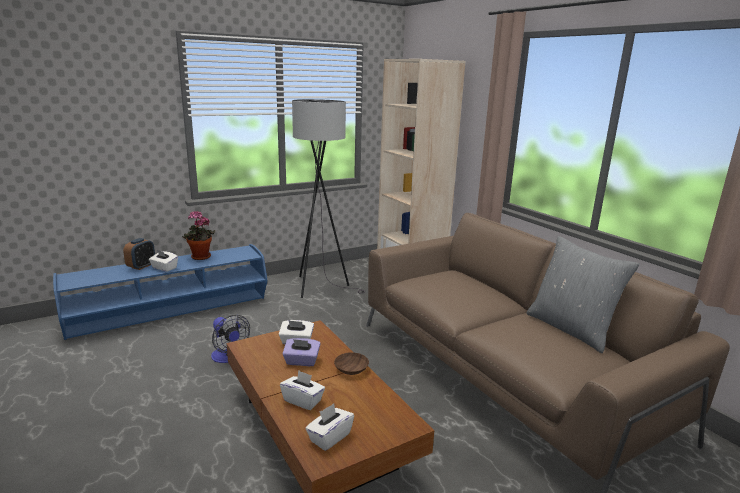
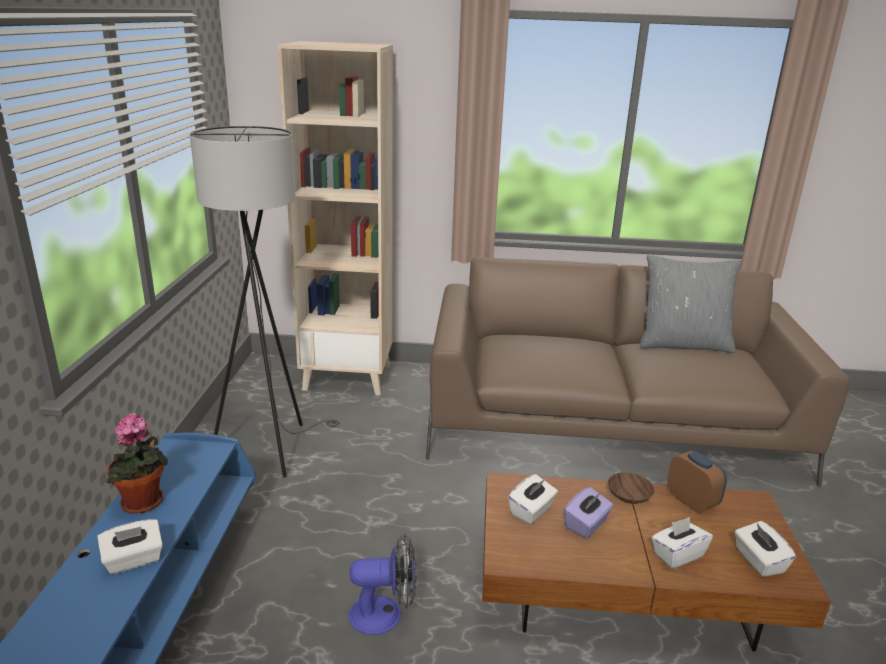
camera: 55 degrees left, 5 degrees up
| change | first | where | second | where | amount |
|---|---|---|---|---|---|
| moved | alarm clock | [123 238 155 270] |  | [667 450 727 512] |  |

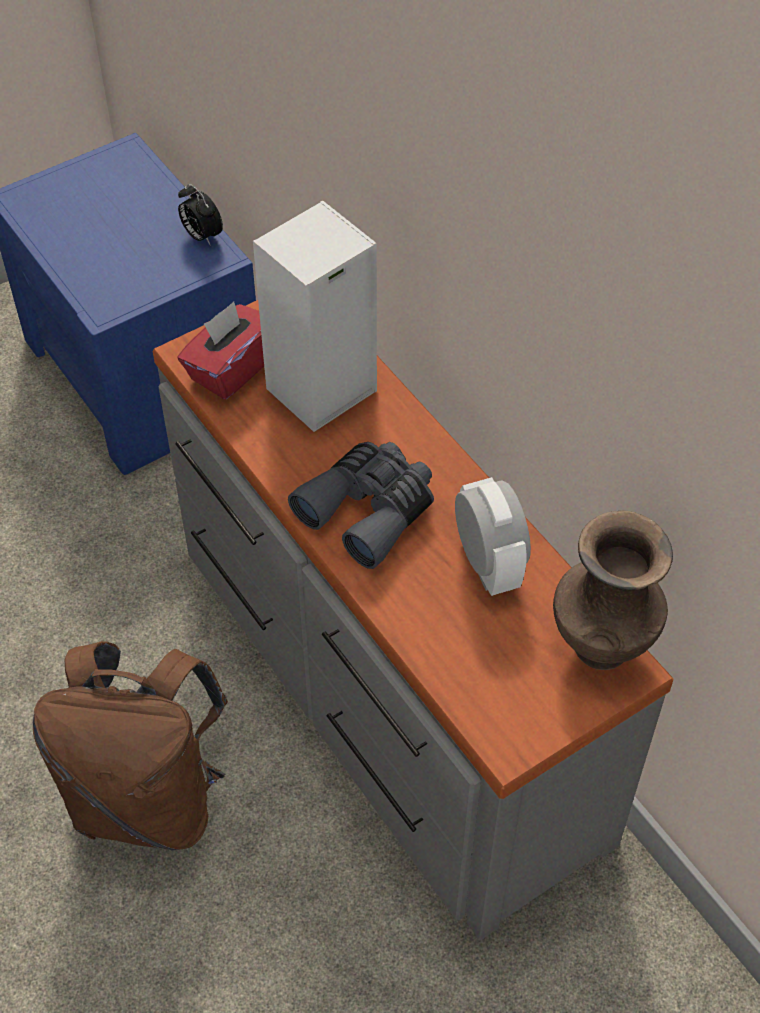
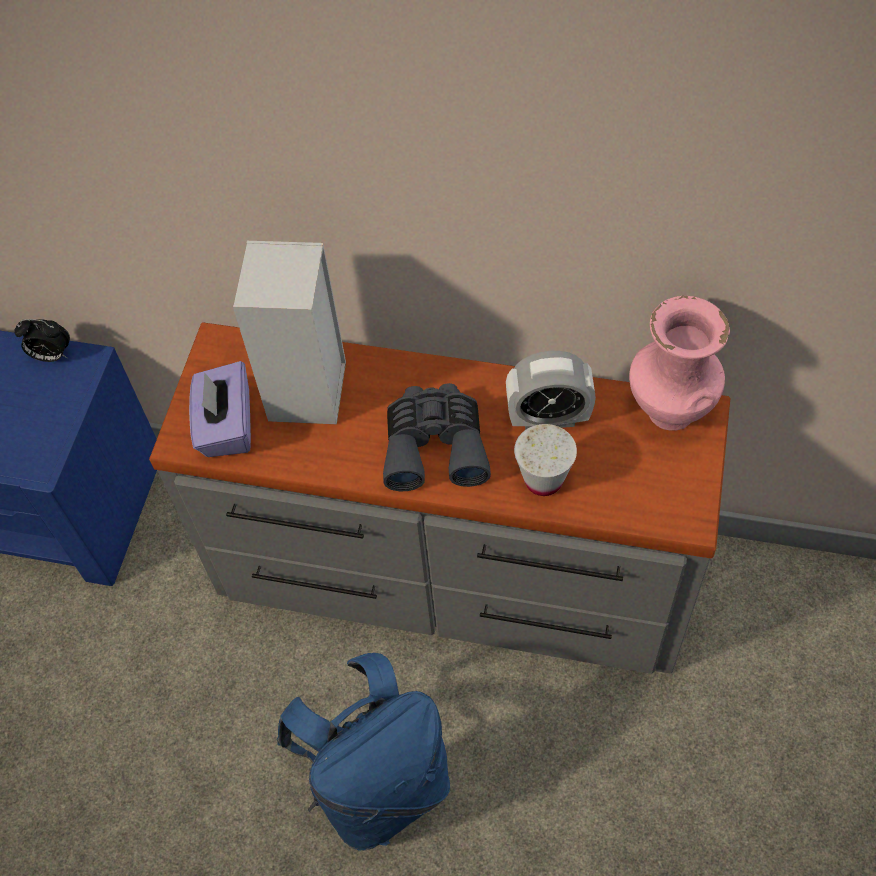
camera: 40 degrees left, 5 degrees up
| change | first | where | second | where | amount |
|---|---|---|---|---|---|
| added |  |  | white cup | [514 424 577 496] |  |
| recoloured | brown backpack | [33 641 228 850] | blue backpack | [276 653 450 850] |  |
| recoloured | red tissue box | [177 301 264 400] | purple tissue box | [189 361 251 457] |  |
| recoloured | brown vase | [553 510 673 670] | pink vase | [629 295 730 431] |  |
| turned | alarm clock | [455 477 531 596] |  | [506 351 596 430] | 150 degrees clockwise |

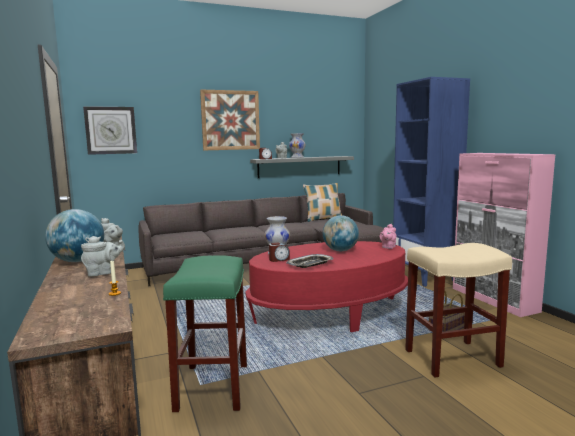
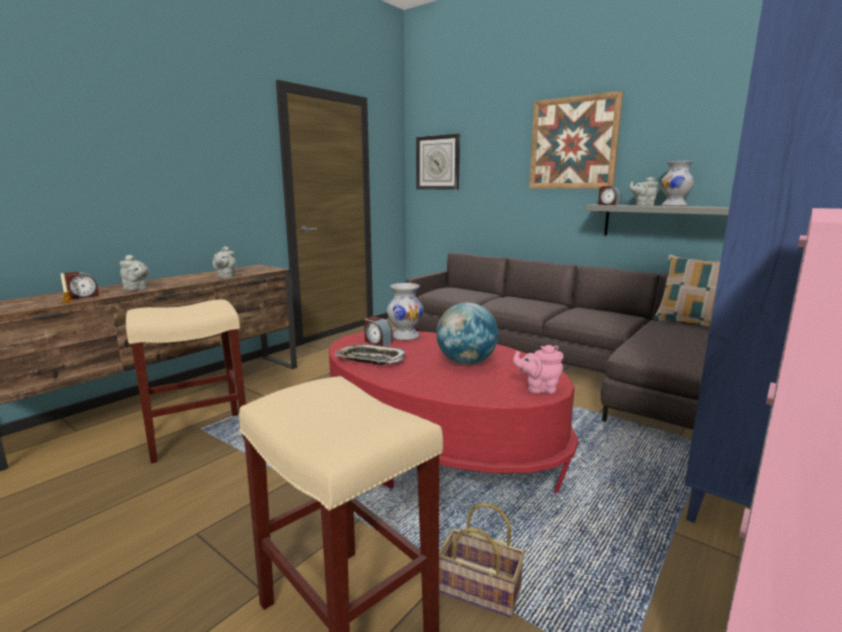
camera: 60 degrees right, 5 degrees up
| change | first | where | second | where | amount |
|---|---|---|---|---|---|
| removed | globe | [45 209 104 262] |  |  |  |
| added |  |  | alarm clock | [64 272 99 299] |  |
| recoloured | green stool | [163 255 247 412] | beige stool | [126 300 246 463] |  |

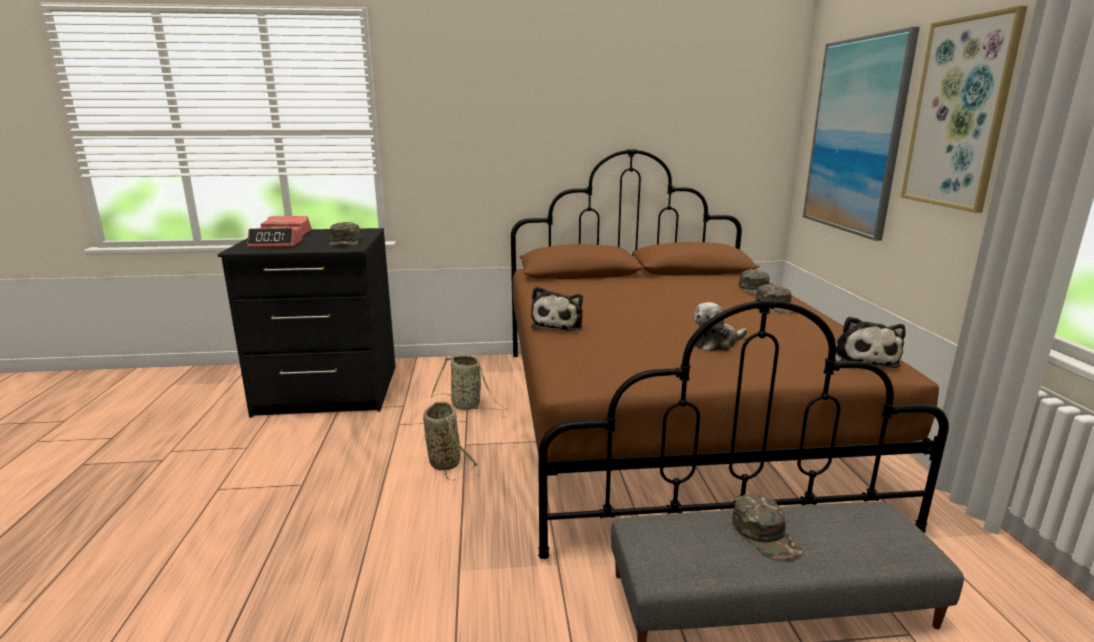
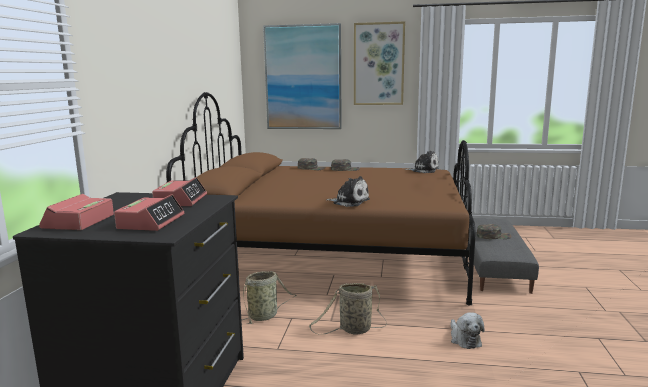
camera: 75 degrees left, 5 degrees down
| change | first | where | second | where | amount |
|---|---|---|---|---|---|
| moved | plush toy | [694 302 747 352] |  | [451 312 485 349] |  |
| replaced | green cap | [329 222 361 246] | alarm clock | [152 177 207 206] |  |

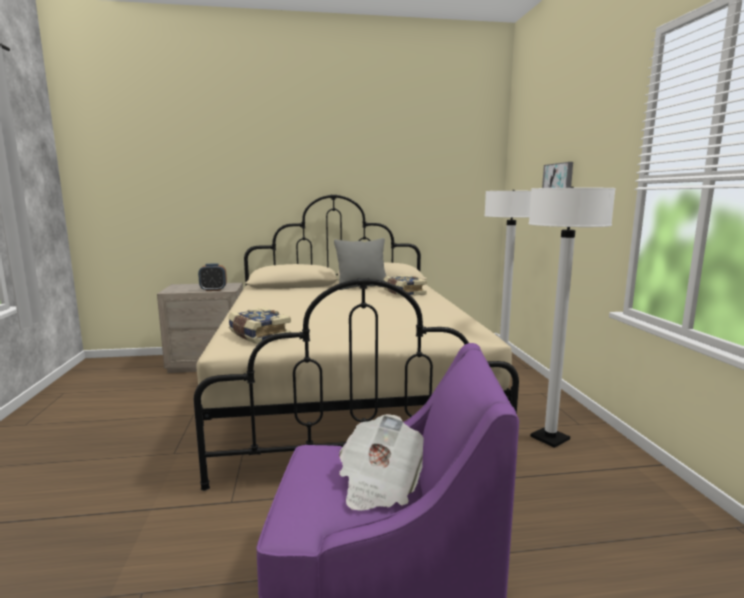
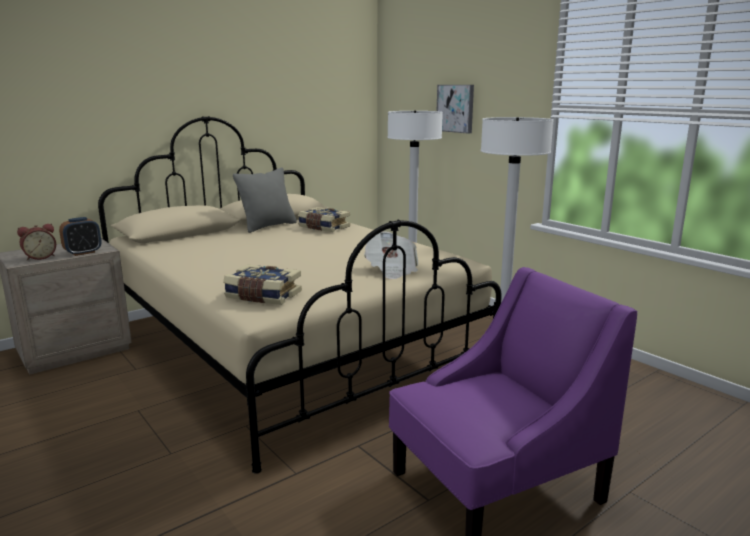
camera: 30 degrees left, 5 degrees up
| change | first | where | second | where | amount |
|---|---|---|---|---|---|
| added |  |  | alarm clock | [17 224 56 261] |  |
| moved | newspaper | [339 414 424 511] |  | [364 231 418 279] |  |

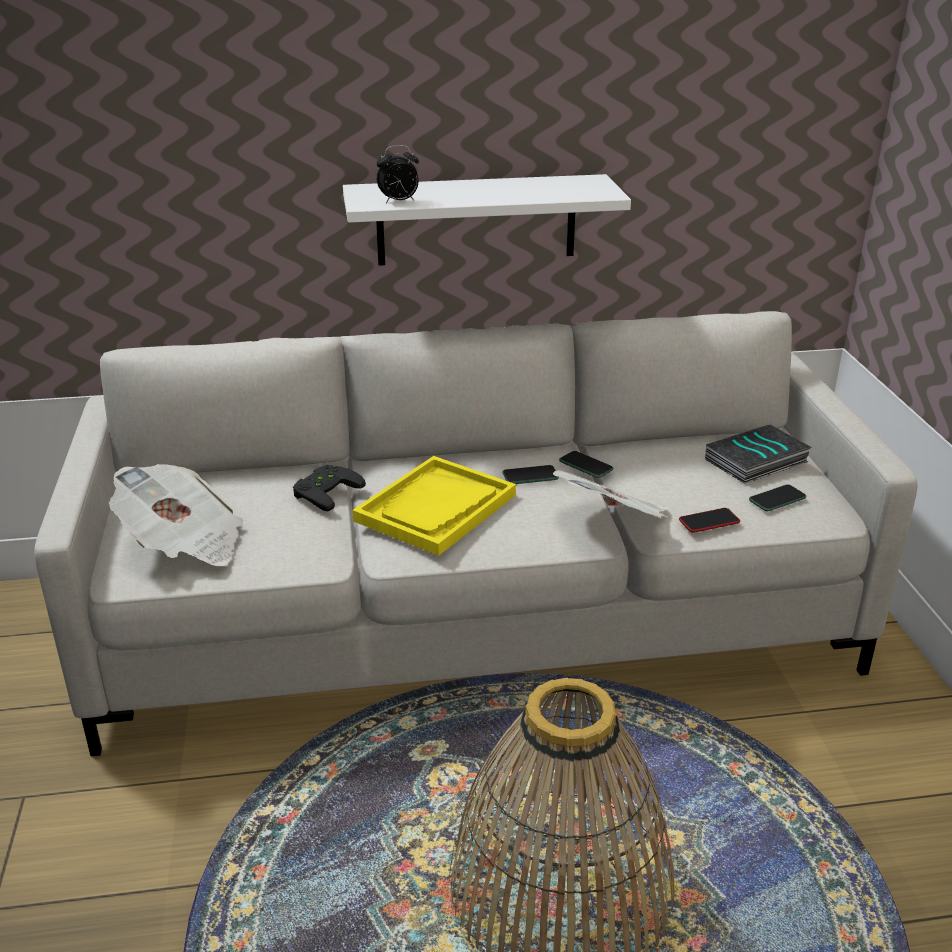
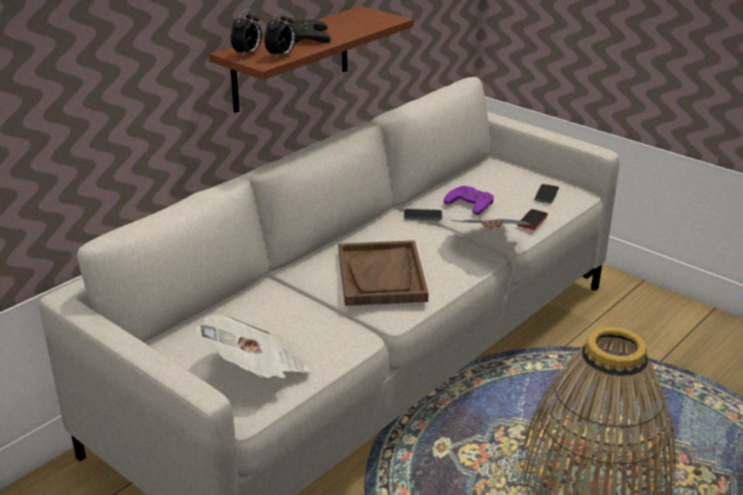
camera: 40 degrees left, 0 degrees up
| change | first | where | second | where | amount |
|---|---|---|---|---|---|
| removed | phone | [502 465 559 484] |  |  |  |
| removed | book | [705 424 812 484] |  |  |  |
| added |  |  | alarm clock | [231 9 262 57] |  |
| added |  |  | purple game controller | [444 186 494 215] |  |
| moved | black game controller | [293 465 366 512] |  | [288 20 331 43] |  |
| recoloured | white shelf | [343 174 631 266] | brown shelf | [209 6 413 113] |  |
| recoloured | yellow tray | [353 456 516 556] | brown tray | [338 240 429 306] |  |

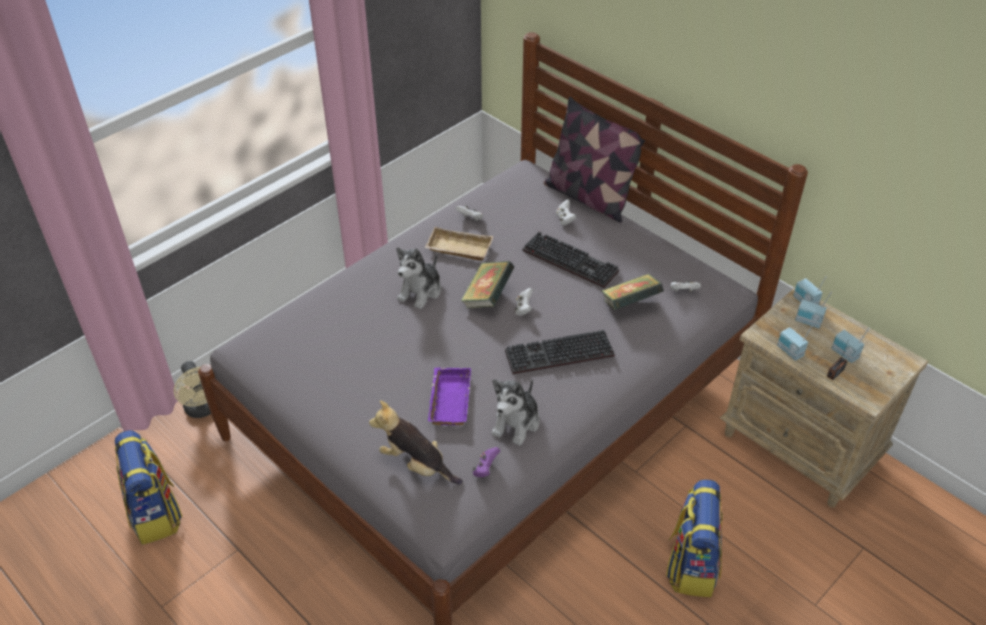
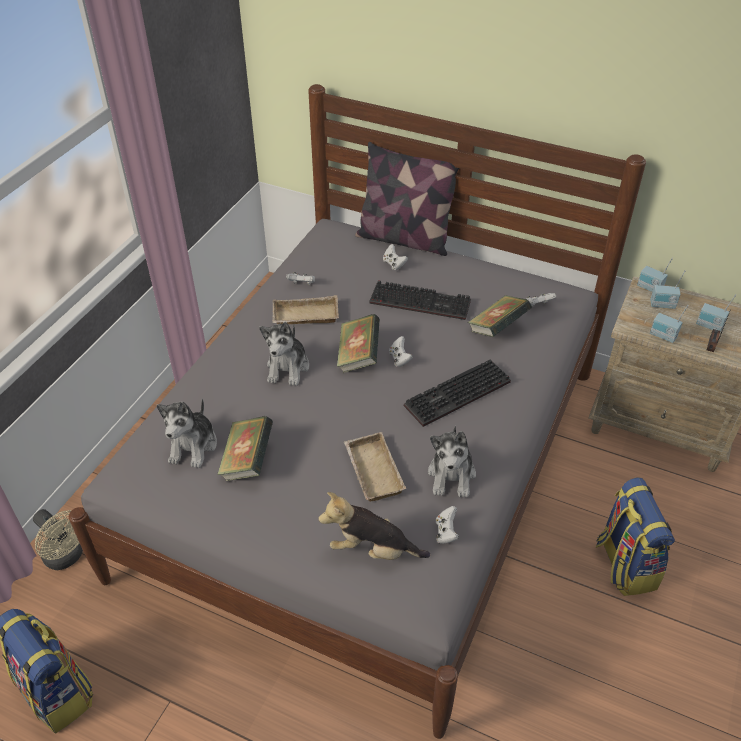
camera: 20 degrees left, 0 degrees up
| change | first | where | second | where | amount |
|---|---|---|---|---|---|
| added |  |  | plush toy | [157 399 217 468] |  |
| added |  |  | book | [217 416 273 481] |  |
| recoloured | purple tray | [428 368 471 425] | beige tray | [344 432 406 502] |  |
| recoloured | purple game controller | [472 447 500 477] | white game controller | [436 506 459 544] |  |

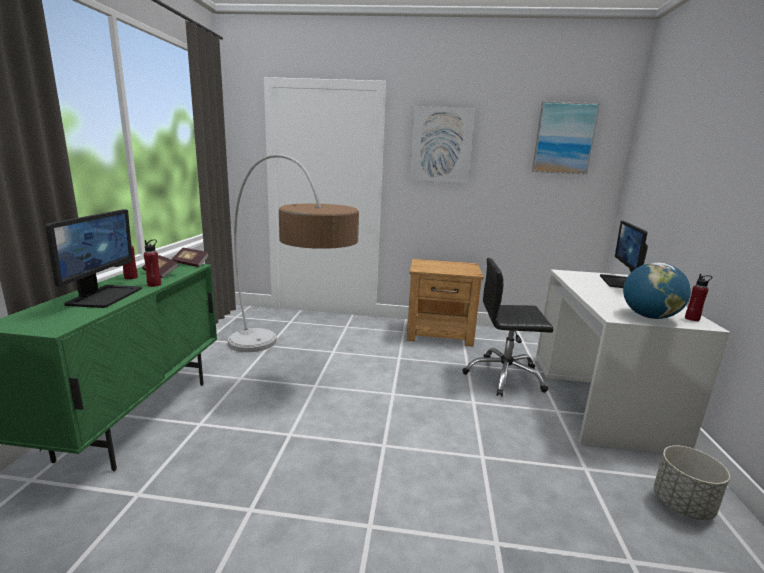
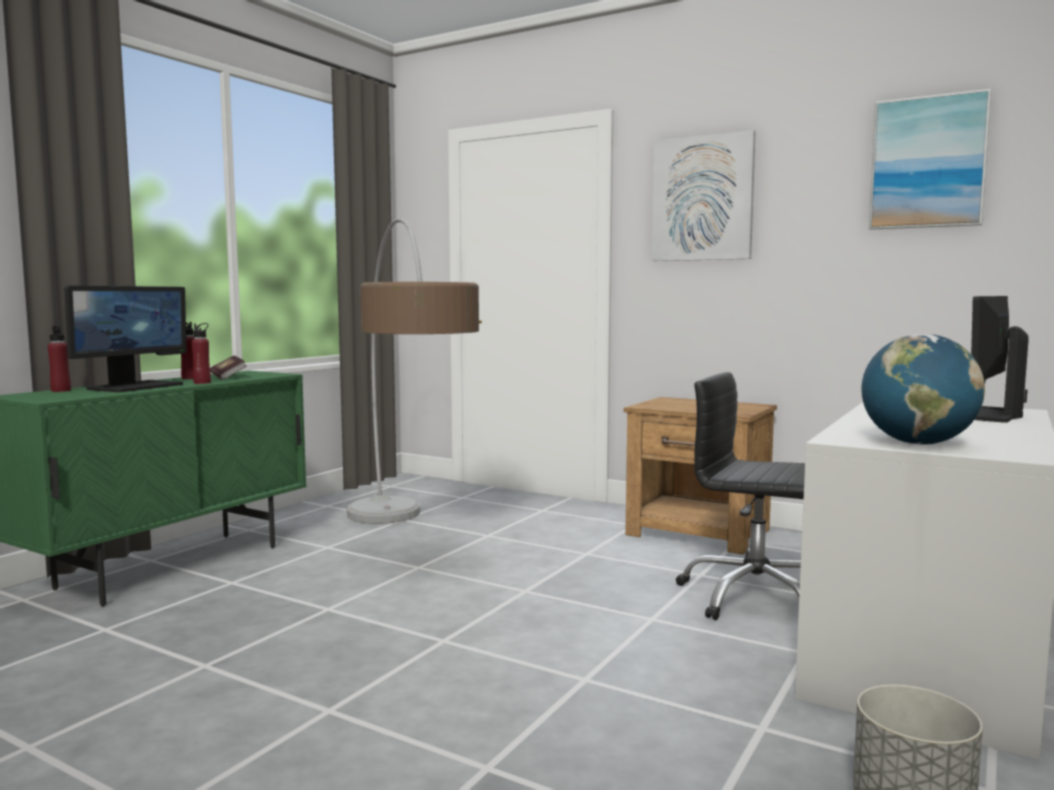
camera: 25 degrees right, 10 degrees down
| change | first | where | second | where | amount |
|---|---|---|---|---|---|
| removed | book | [172 248 209 267] |  |  |  |
| moved | red bottle | [685 274 712 321] |  | [48 326 71 392] |  |

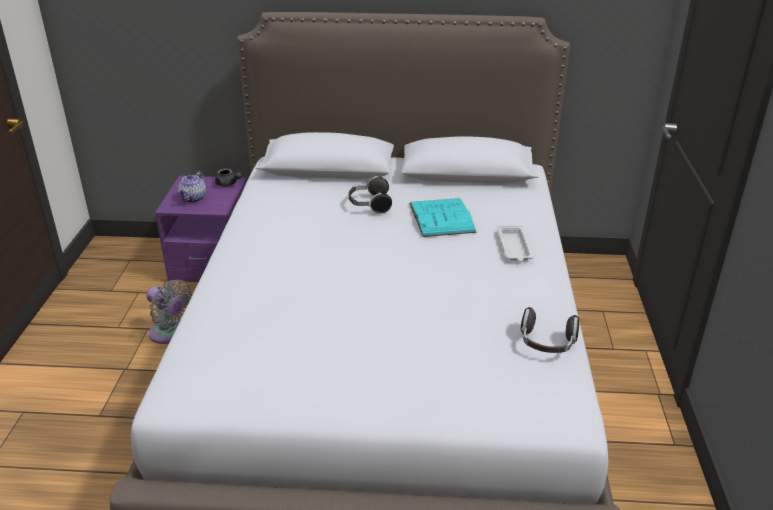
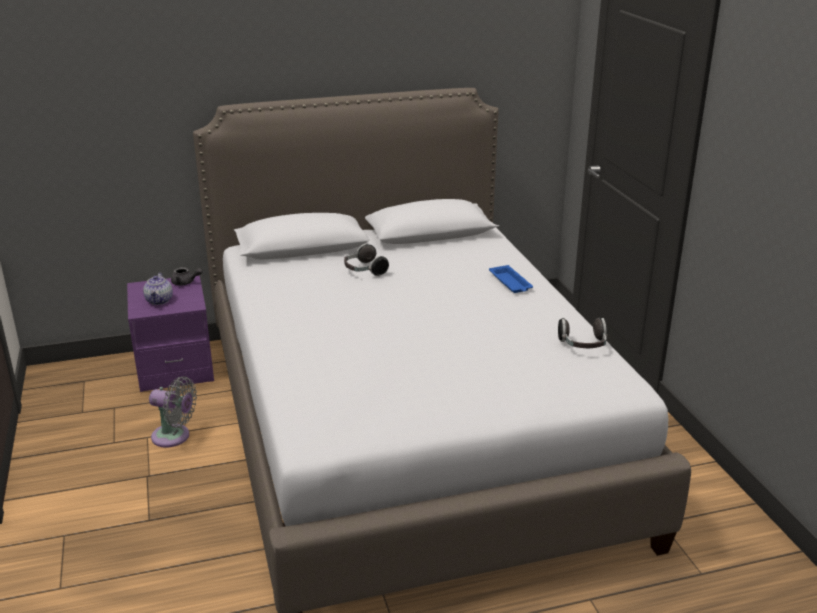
camera: 20 degrees left, 5 degrees down
| change | first | where | second | where | amount |
|---|---|---|---|---|---|
| removed | turquoise book | [409 198 477 237] |  |  |  |
| recoloured | white tray | [497 225 534 261] | blue tray | [489 265 533 293] |  |

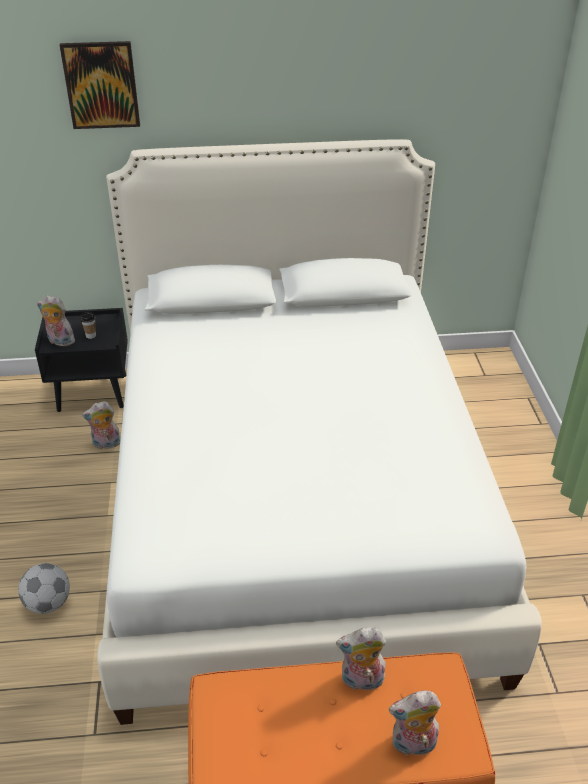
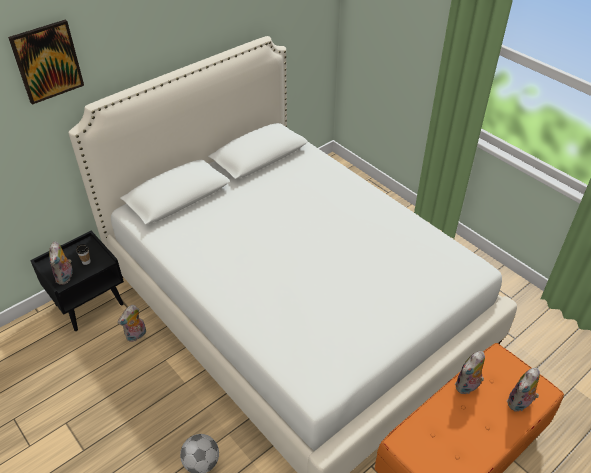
camera: 35 degrees left, 5 degrees up
| change | first | where | second | where | amount |
|---|---|---|---|---|---|
| turned | plush toy | [37 295 75 348] |  | [49 241 73 285] | 75 degrees counterclockwise |

